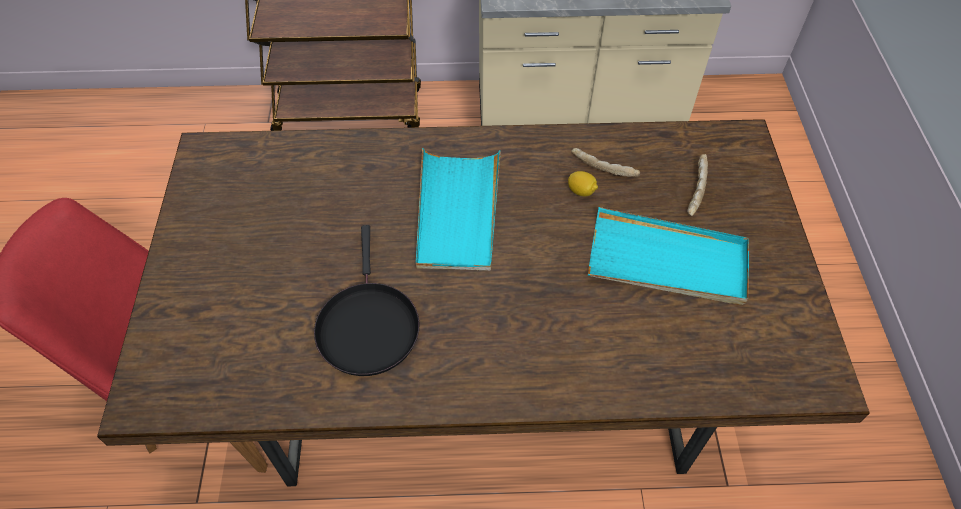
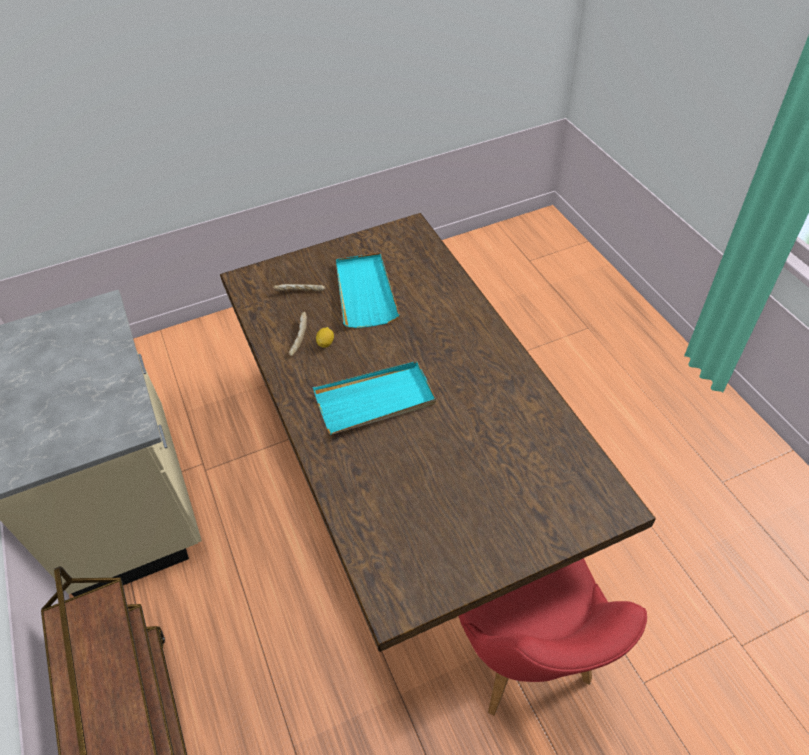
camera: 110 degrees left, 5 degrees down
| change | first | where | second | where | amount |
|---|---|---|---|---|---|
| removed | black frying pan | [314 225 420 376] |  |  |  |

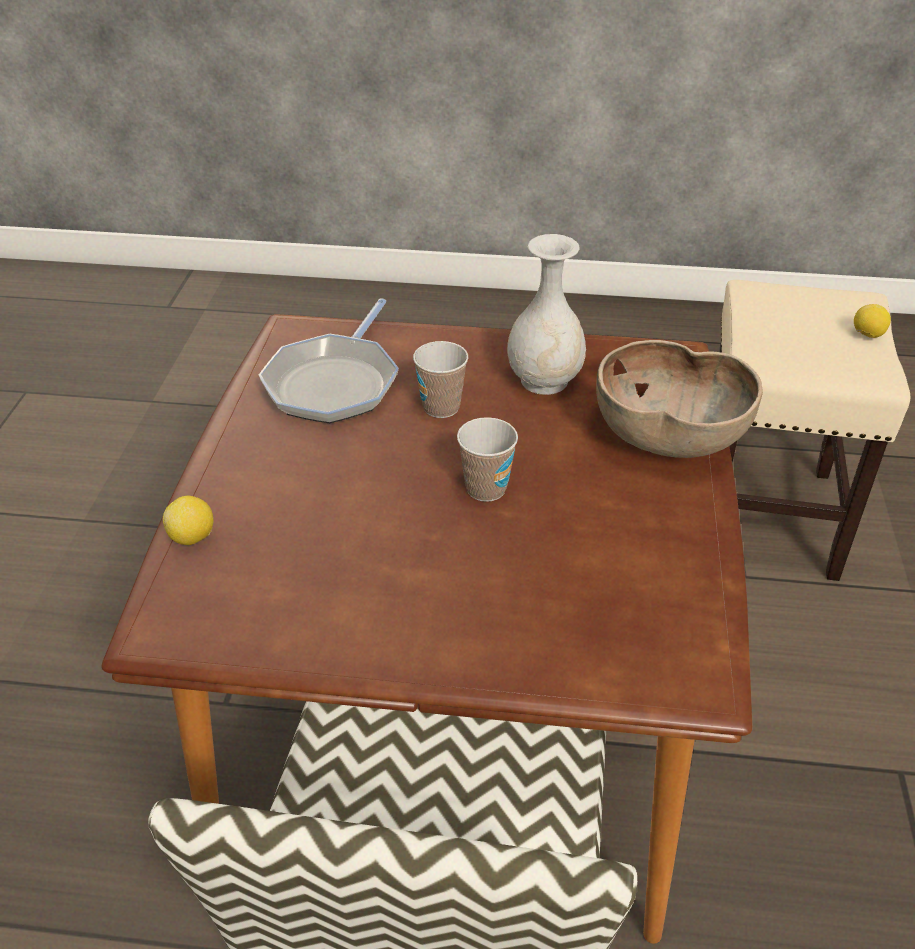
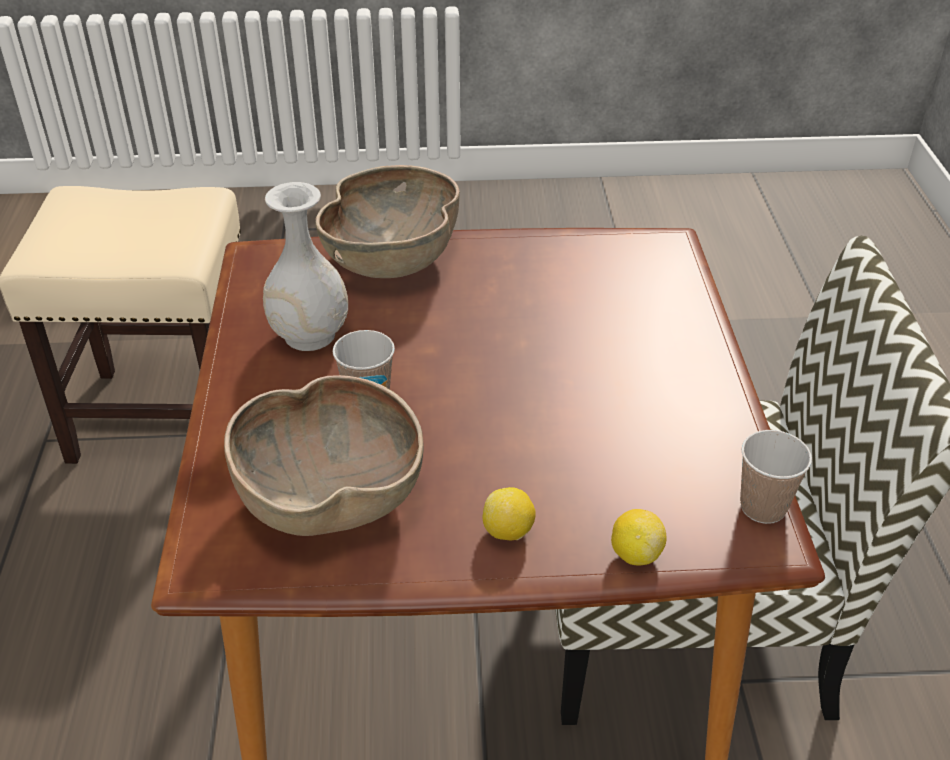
camera: 100 degrees left, 0 degrees up
| change | first | where | second | where | amount |
|---|---|---|---|---|---|
| moved | cup | [457 417 518 502] |  | [740 430 812 524] |  |
| moved | lemon | [854 304 891 338] |  | [483 487 536 540] |  |
| replaced | frying pan | [259 298 399 423] | brown bowl | [224 375 424 536] |  |

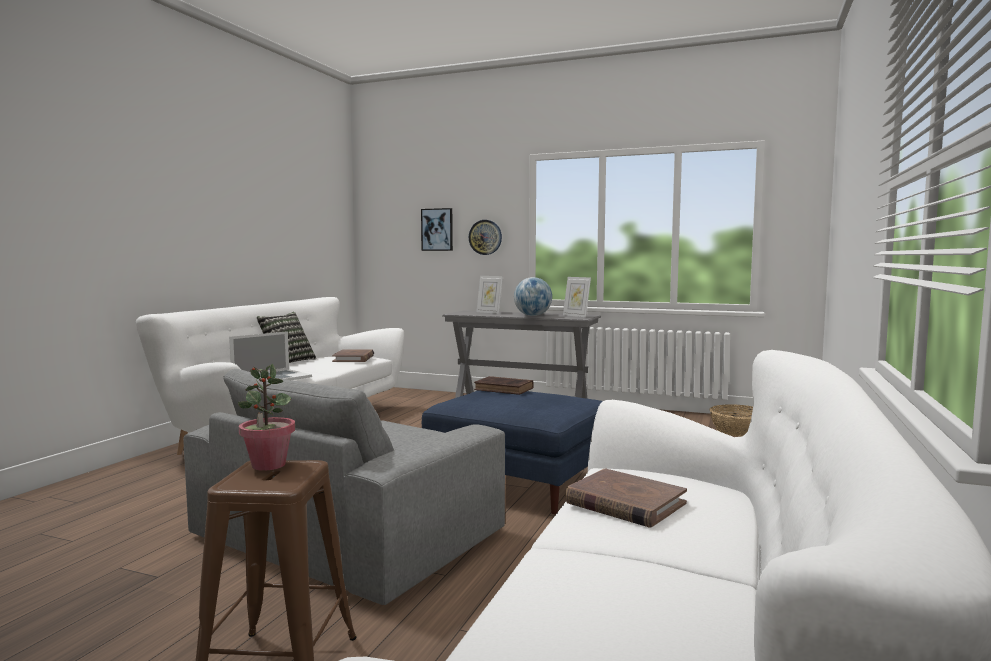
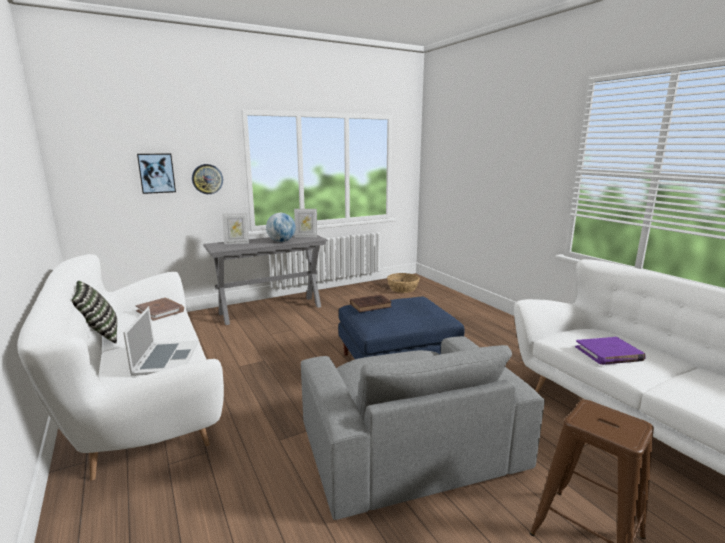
camera: 50 degrees left, 10 degrees up
| change | first | where | second | where | amount |
|---|---|---|---|---|---|
| removed | potted plant | [238 364 295 471] |  |  |  |
| recoloured | brown book | [565 468 687 527] | purple book | [575 337 646 365] |  |

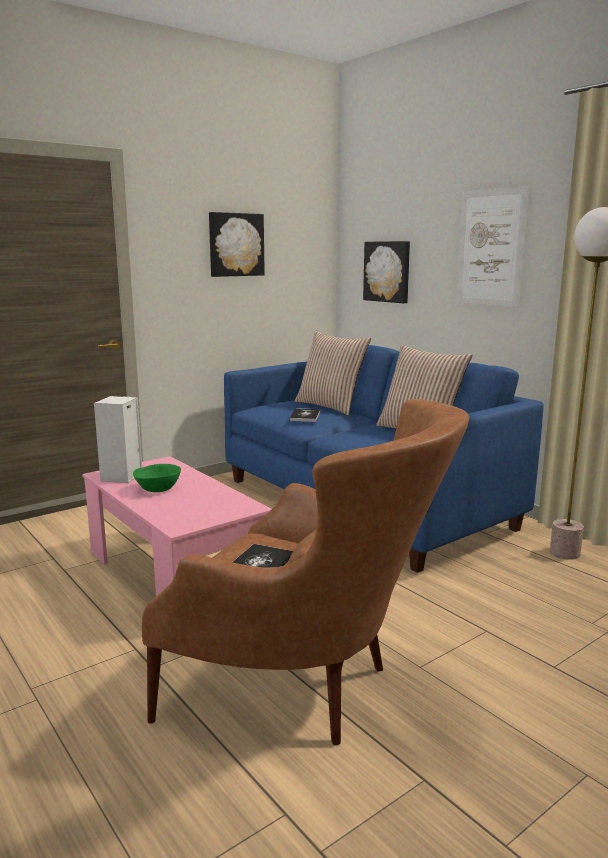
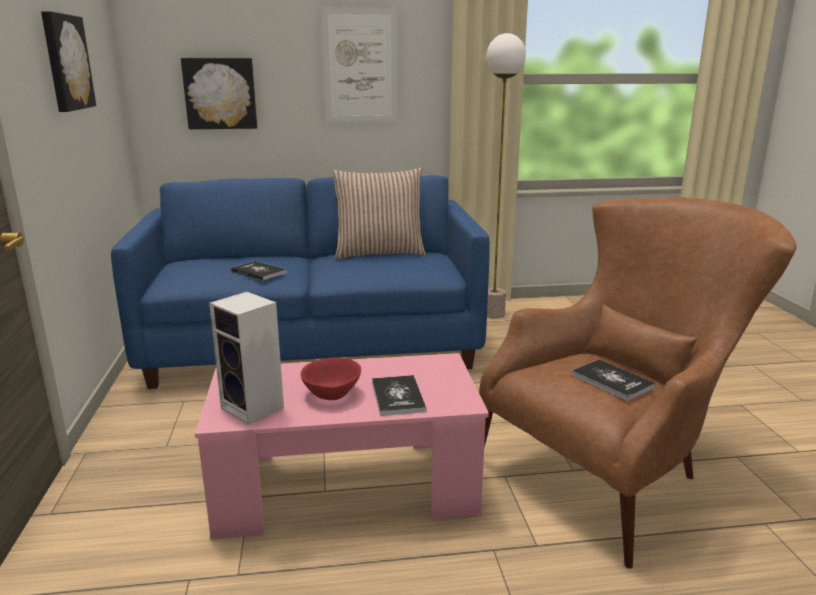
camera: 60 degrees left, 5 degrees up
| change | first | where | second | where | amount |
|---|---|---|---|---|---|
| removed | pillow | [295 331 371 415] |  |  |  |
| added |  |  | book | [372 375 427 416] |  |
| recoloured | green bowl | [133 464 181 492] | red bowl | [300 357 361 400] |  |

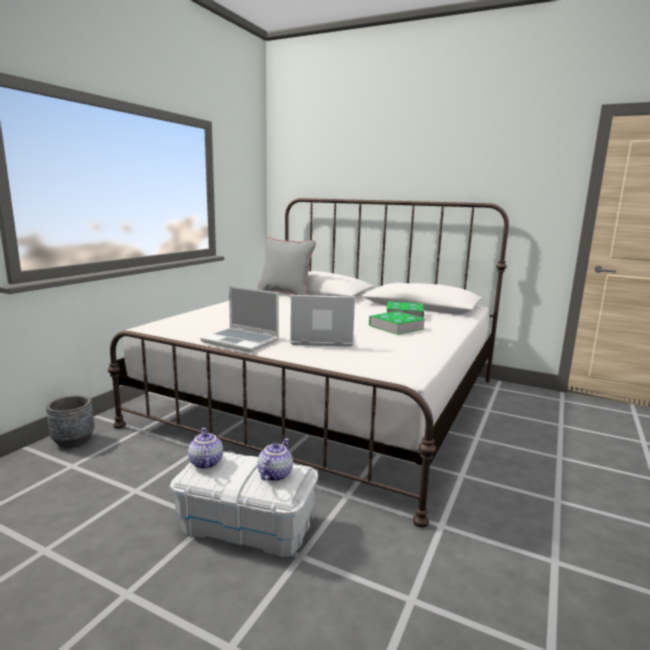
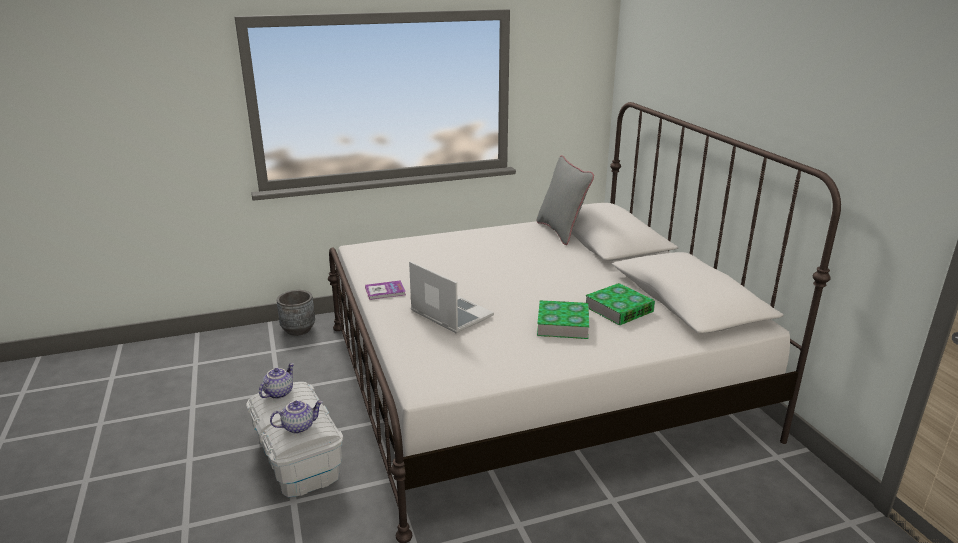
camera: 45 degrees right, 10 degrees up
| change | first | where | second | where | amount |
|---|---|---|---|---|---|
| replaced | laptop | [200 286 279 352] | book | [365 280 406 300] |  |

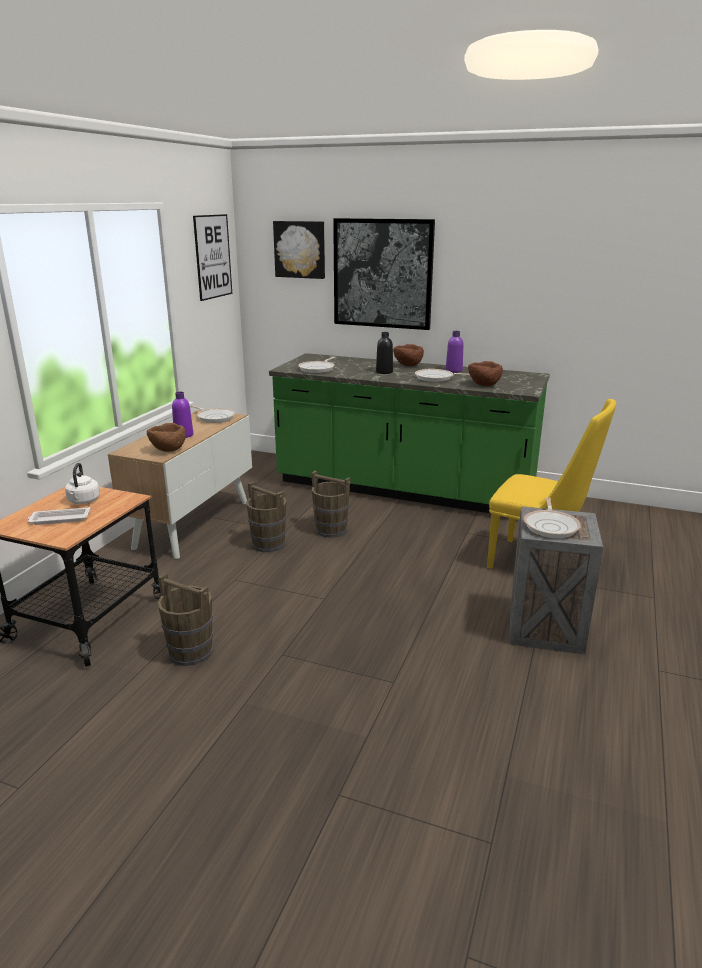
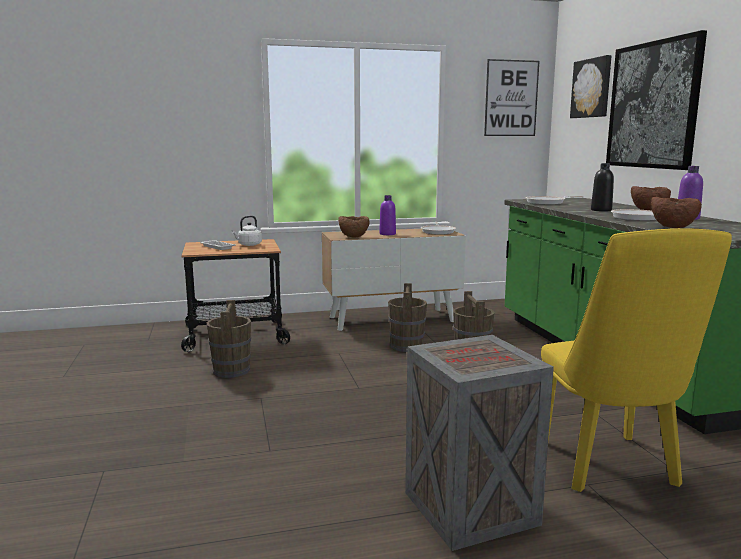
camera: 55 degrees right, 10 degrees down
| change | first | where | second | where | amount |
|---|---|---|---|---|---|
| removed | frying pan | [524 497 581 538] |  |  |  |

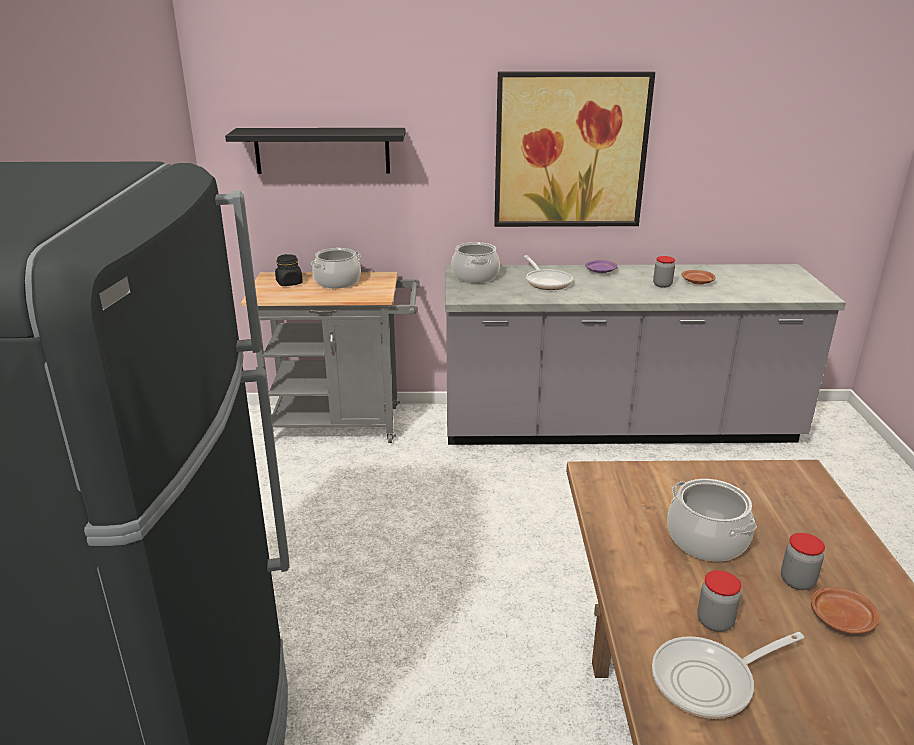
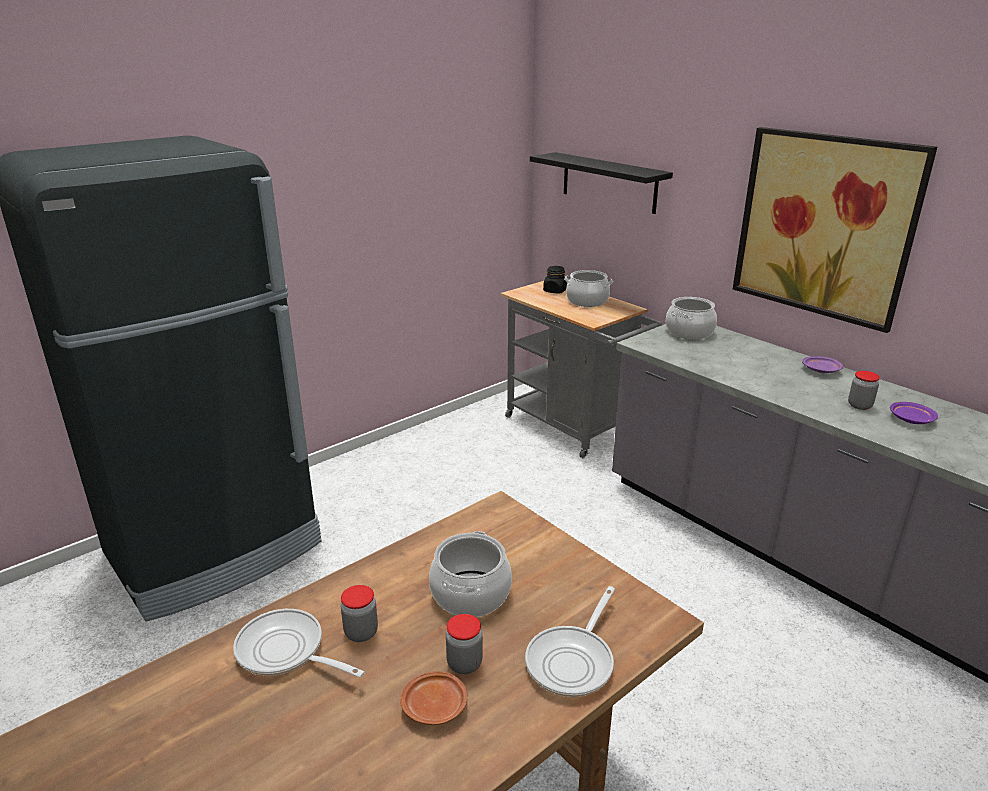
camera: 50 degrees right, 0 degrees up
| change | first | where | second | where | amount |
|---|---|---|---|---|---|
| moved | frying pan | [524 255 573 290] |  | [525 586 615 697] |  |
| recoloured | brown plate | [682 270 716 285] | purple plate | [890 402 938 424] |  |

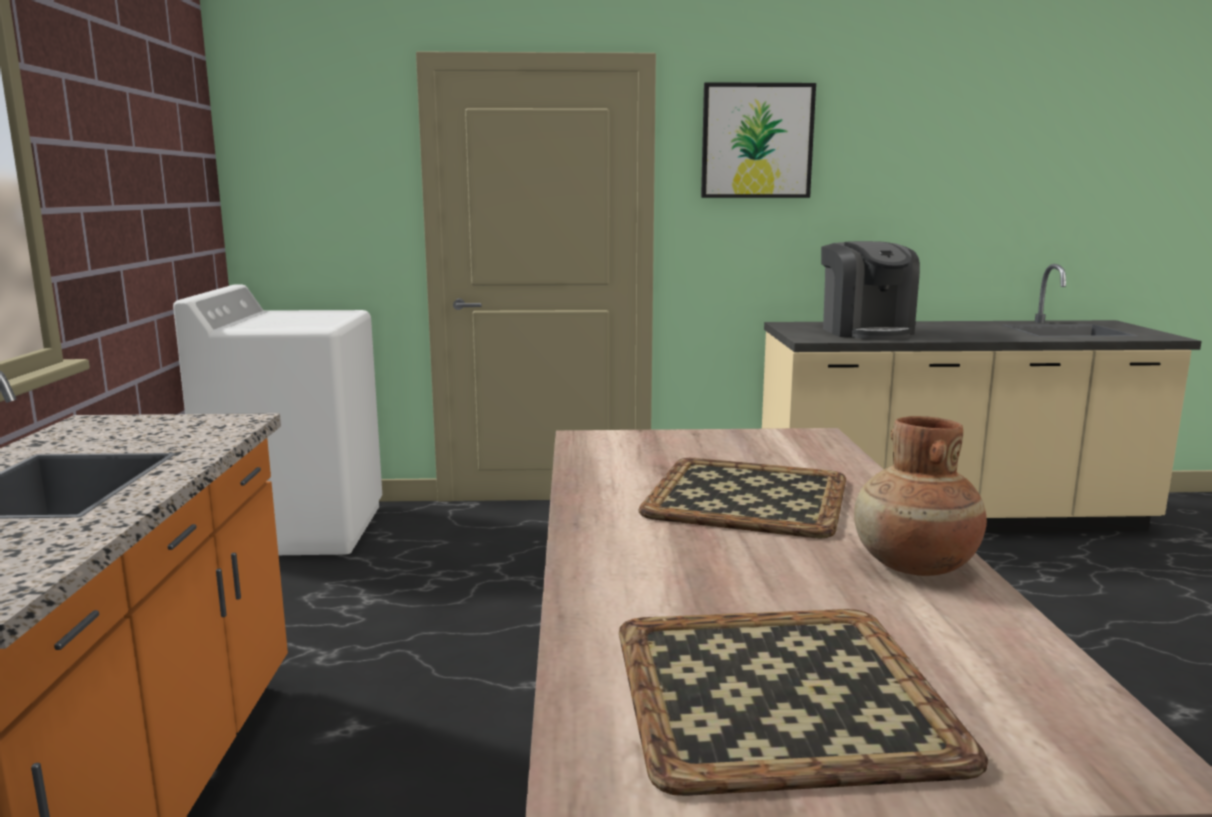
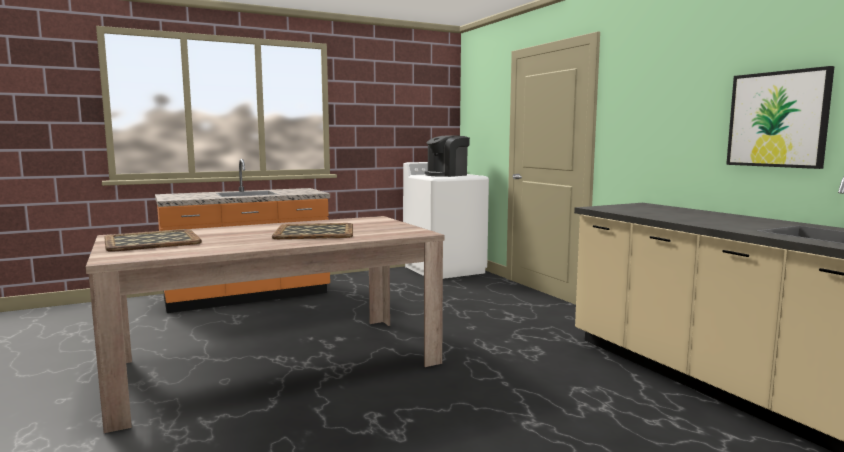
camera: 65 degrees right, 5 degrees down
| change | first | where | second | where | amount |
|---|---|---|---|---|---|
| removed | brown vase | [854 416 987 576] |  |  |  |
| moved | picture | [701 82 816 198] |  | [726 66 835 169] |  |
| moved | coffee machine | [821 241 920 340] |  | [425 135 470 177] |  |

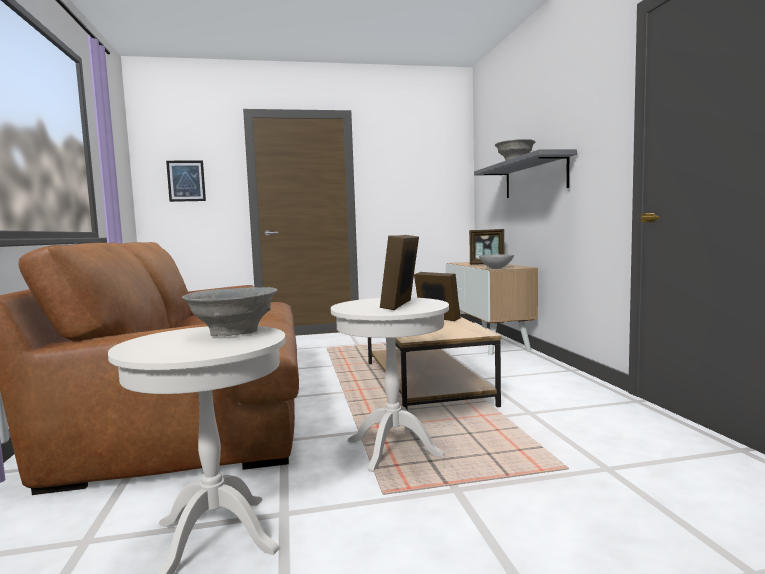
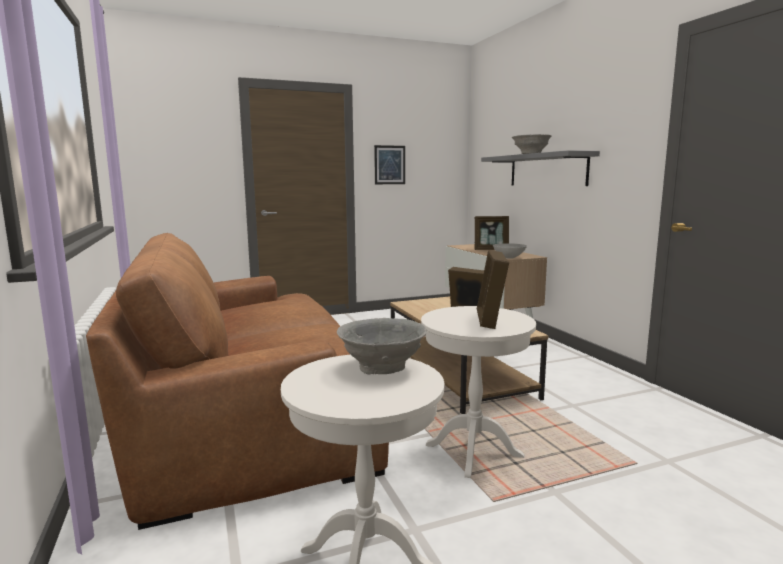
camera: 10 degrees left, 5 degrees up
| change | first | where | second | where | amount |
|---|---|---|---|---|---|
| moved | picture | [166 160 206 202] |  | [374 145 405 184] |  |

